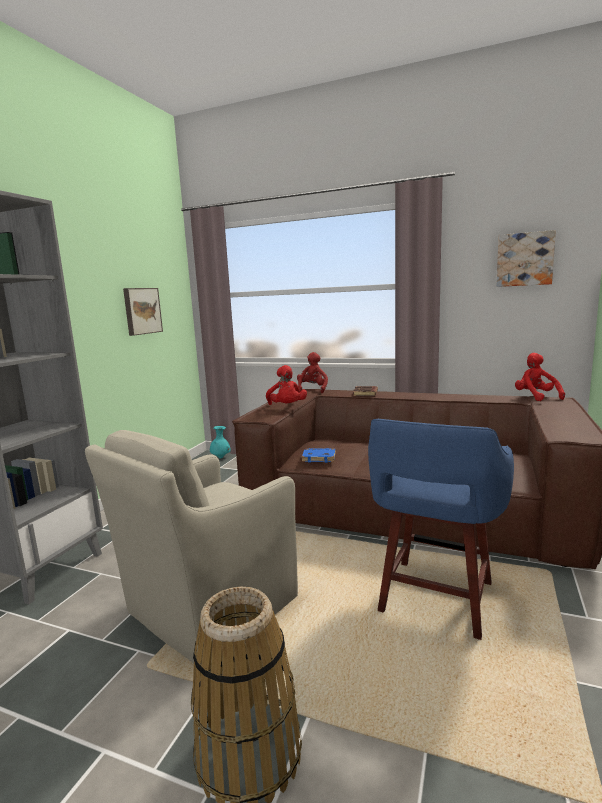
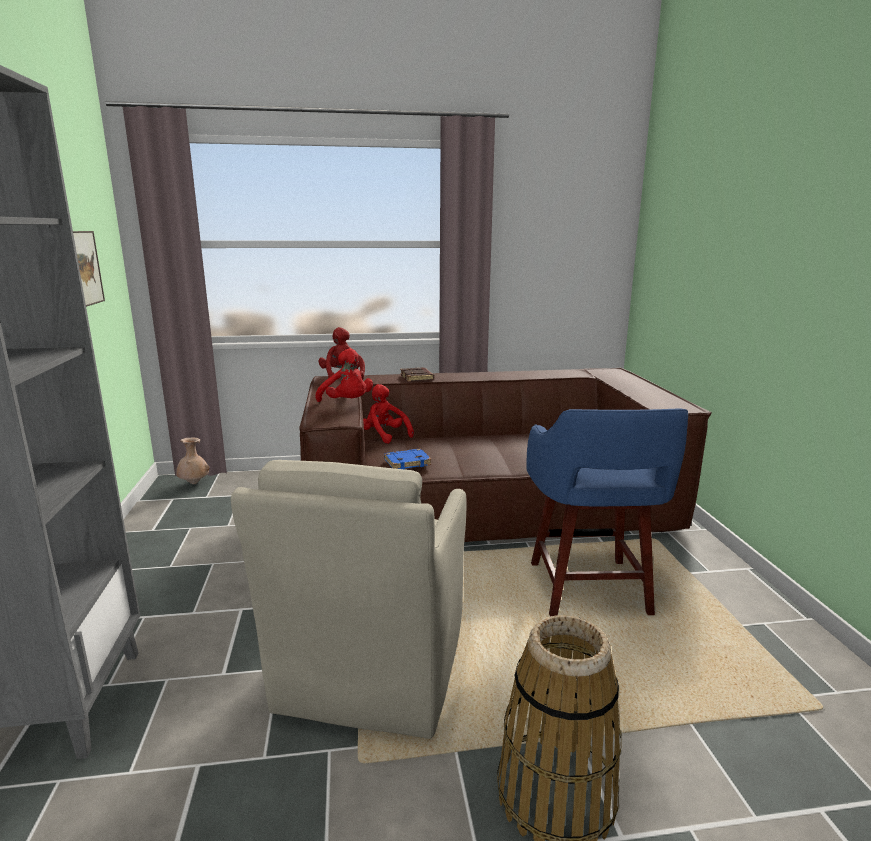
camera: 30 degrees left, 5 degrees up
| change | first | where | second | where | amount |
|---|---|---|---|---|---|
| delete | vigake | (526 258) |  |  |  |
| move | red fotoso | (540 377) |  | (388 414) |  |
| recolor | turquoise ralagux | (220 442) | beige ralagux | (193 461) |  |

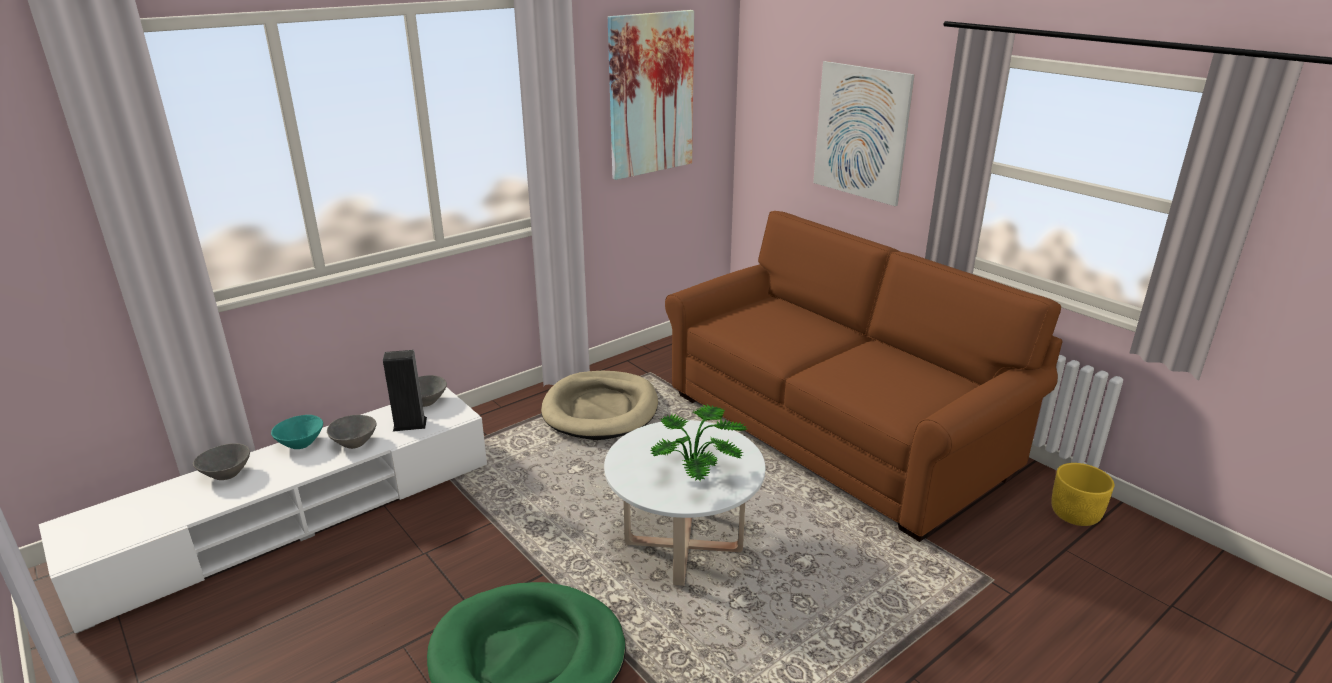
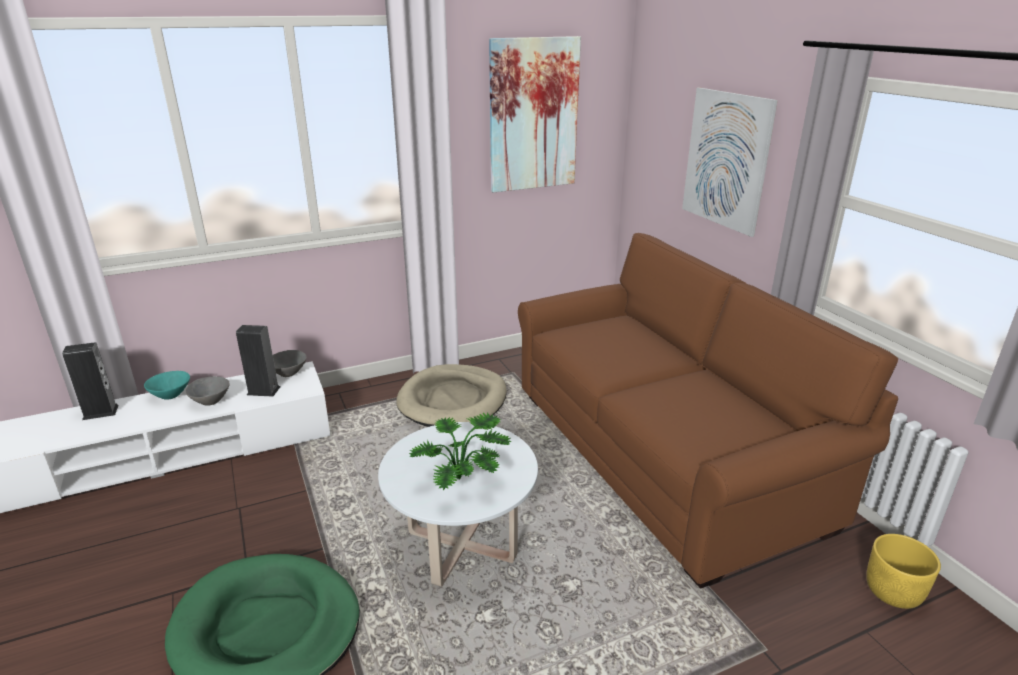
camera: 15 degrees right, 0 degrees up
| change | first | where | second | where | amount |
|---|---|---|---|---|---|
| replace | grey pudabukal | (221 461) | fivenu | (90 381) |  |

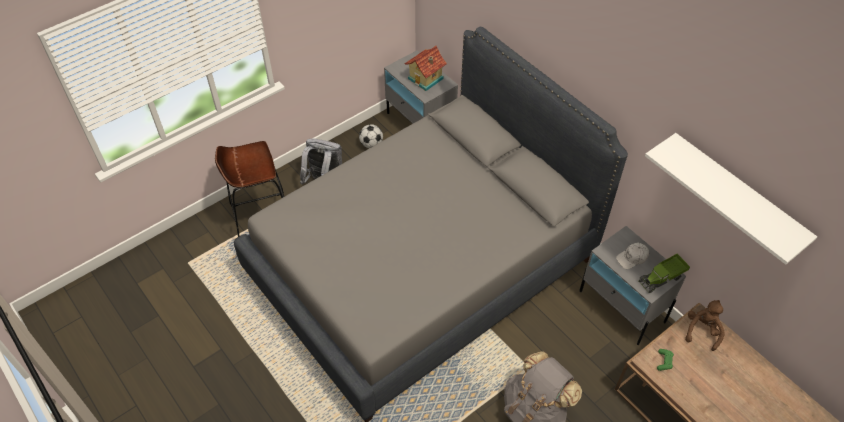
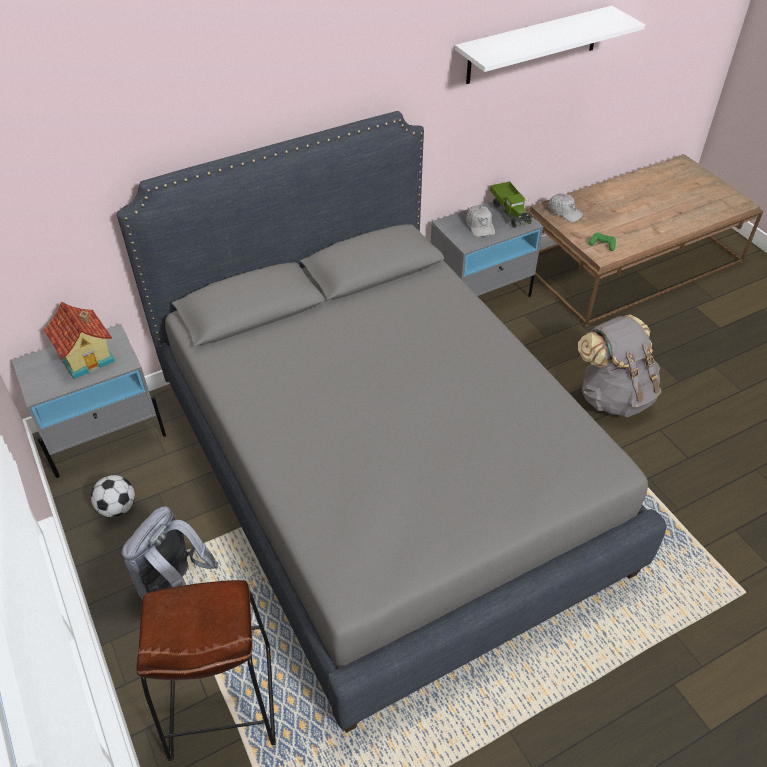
camera: 80 degrees left, 5 degrees down
| change | first | where | second | where | amount |
|---|---|---|---|---|---|
| replace | brown fotoso | (705 325) | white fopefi | (566 208) |  |

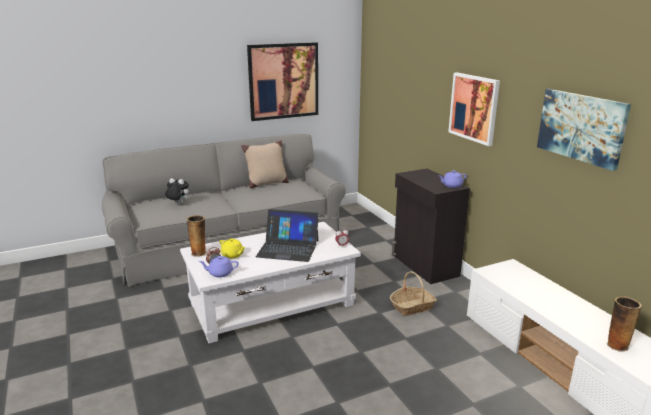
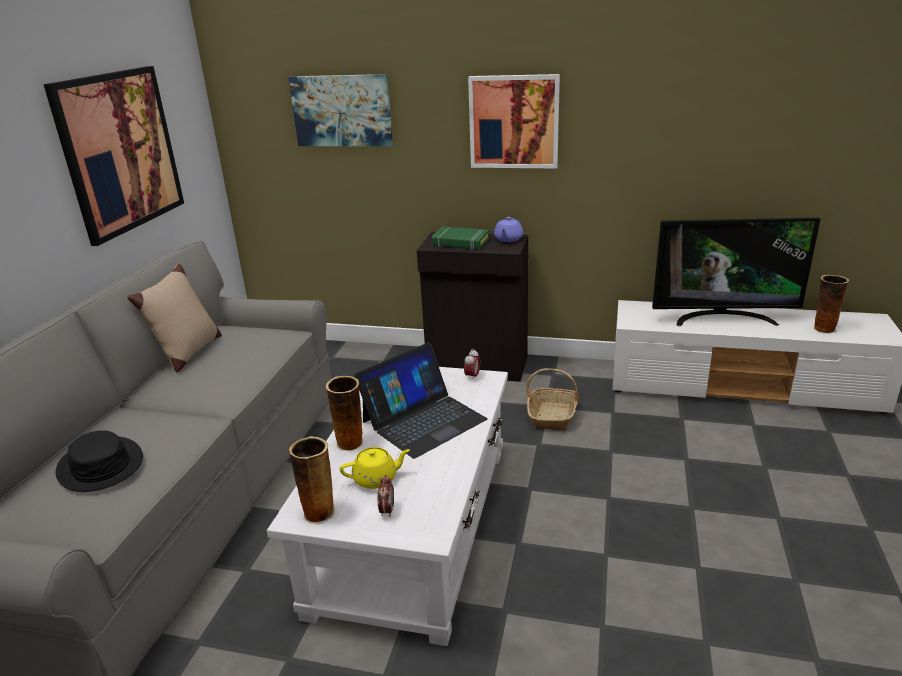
camera: 50 degrees left, 5 degrees up
| change | first | where | second | where | amount |
|---|---|---|---|---|---|
| delete | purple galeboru | (219 266) |  |  |  |
| insert |  |  | ralagux | (344 413) |  |
| insert |  |  | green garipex | (461 238) |  |
| insert |  |  | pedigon | (736 271) |  |
| move | vigake | (584 130) |  | (340 110) |  |
| replace | fotoso | (177 191) | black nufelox | (99 461) |  |

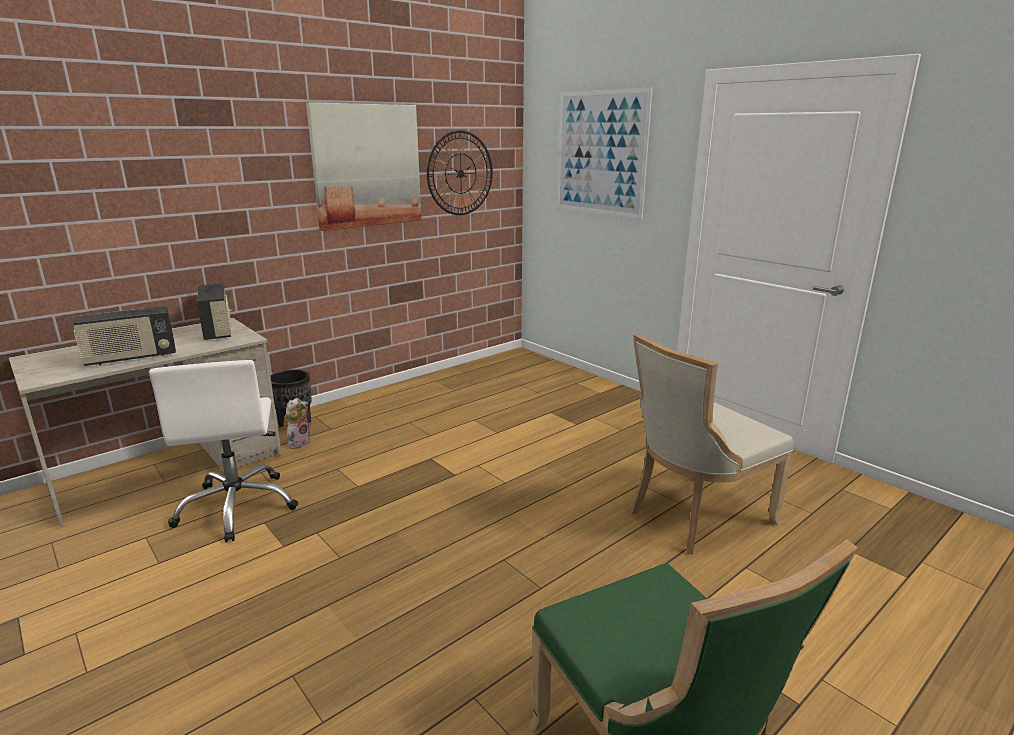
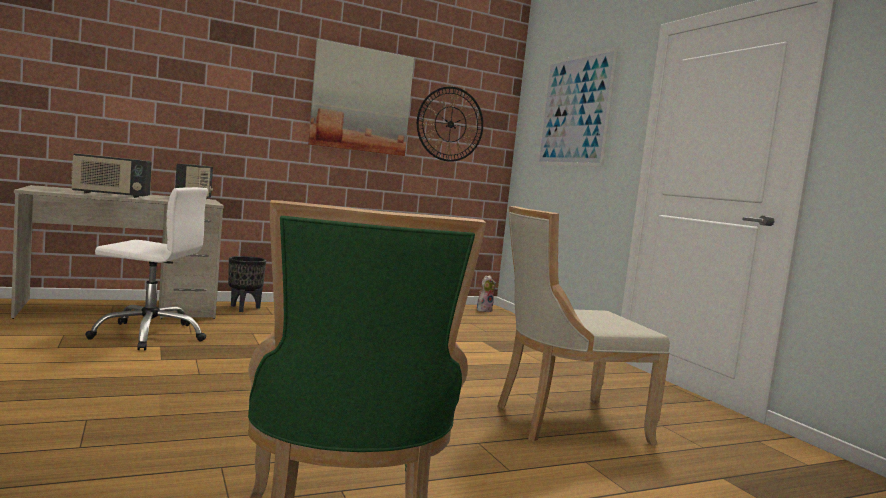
camera: 15 degrees right, 15 degrees down
| change | first | where | second | where | amount |
|---|---|---|---|---|---|
| move | fotoso | (298 423) |  | (486 293) |  |
| rotate | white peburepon | (223 451) |  | (146 268) | 90 degrees counterclockwise |

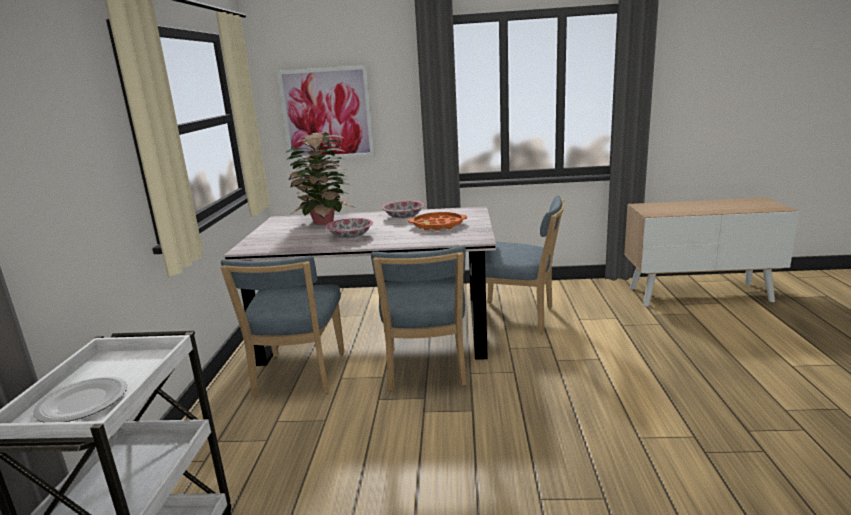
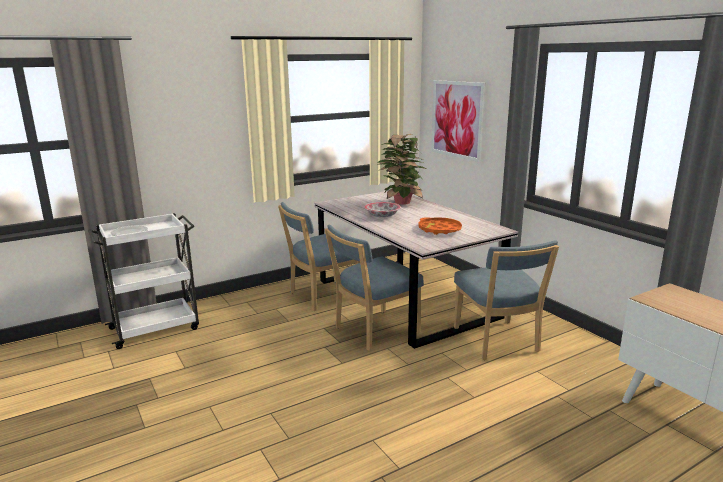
camera: 55 degrees right, 0 degrees up
| change | first | where | second | where | amount |
|---|---|---|---|---|---|
| delete | pudabukal | (403 209) |  |  |  |

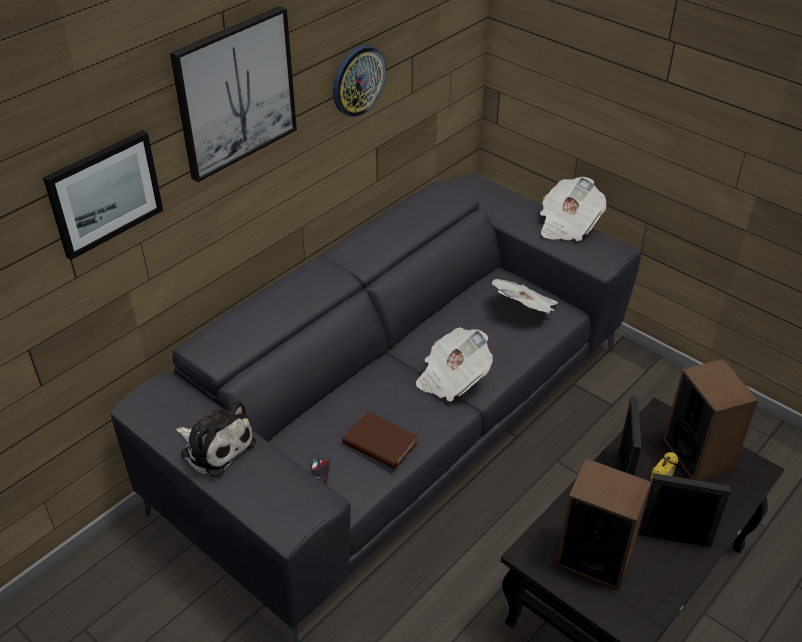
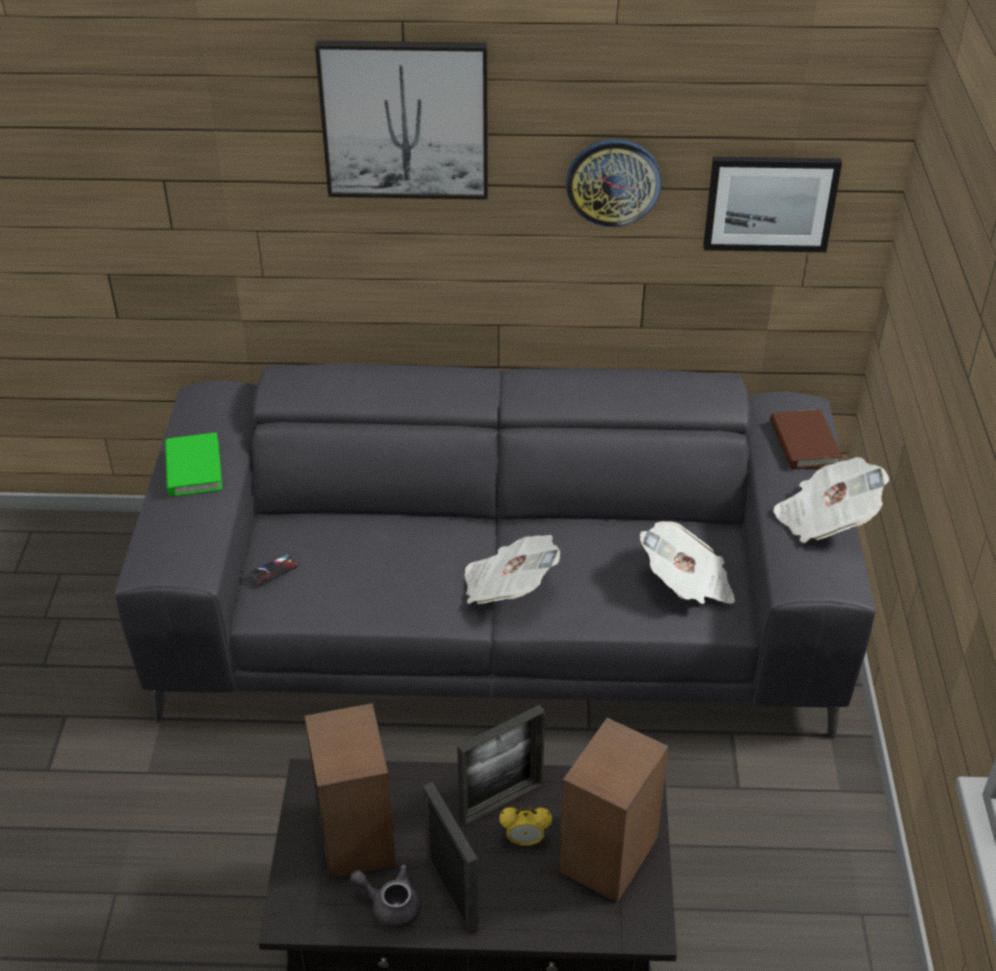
camera: 50 degrees right, 0 degrees up
| change | first | where | second | where | amount |
|---|---|---|---|---|---|
| insert |  |  | grey galeboru | (385 896) |  |
| move | vigake | (103 195) |  | (772 204) |  |
| move | brown garipex | (380 440) |  | (806 439) |  |
| replace | fotoso | (216 439) | green garipex | (193 464) |  |

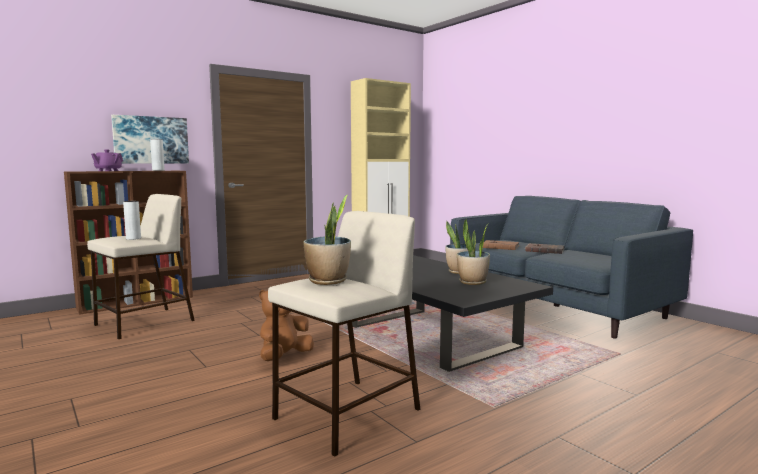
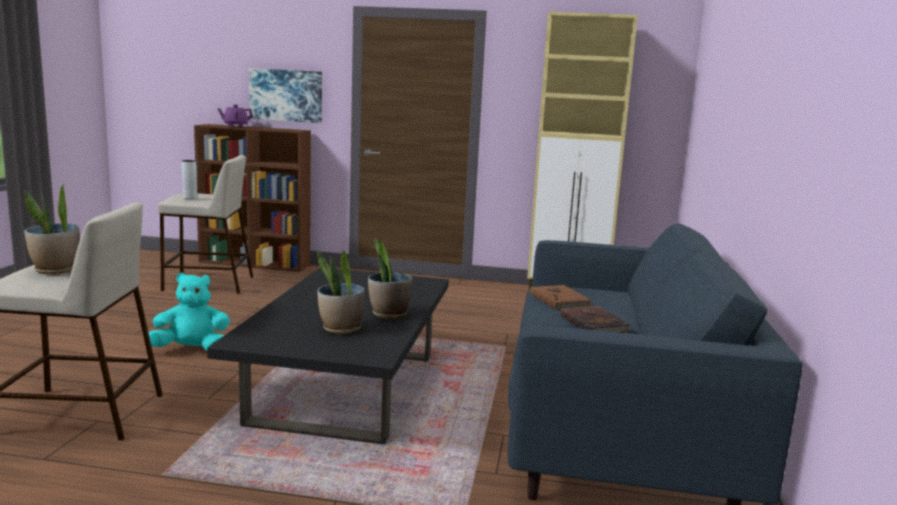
camera: 45 degrees right, 5 degrees up
| change | first | where | second | where | amount |
|---|---|---|---|---|---|
| delete | grey ralagux | (157 155) |  |  |  |
| recolor | brown fotoso | (286 325) | turquoise fotoso | (189 311) |  |

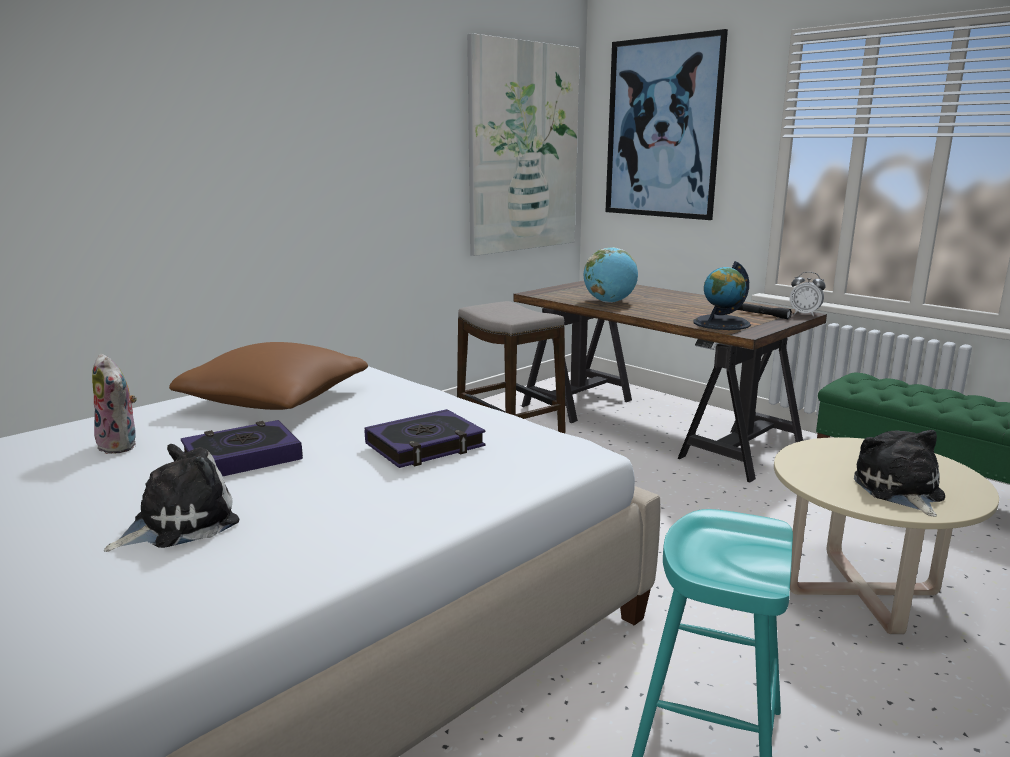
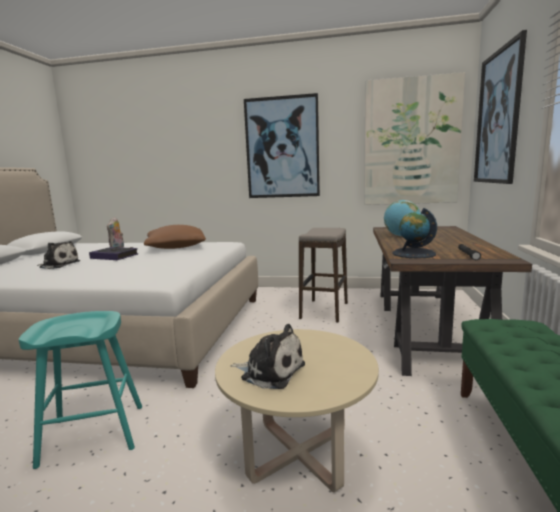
camera: 55 degrees right, 5 degrees down
| change | first | where | second | where | amount |
|---|---|---|---|---|---|
| delete | garipex | (425 438) |  |  |  |
| delete | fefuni | (808 294) |  |  |  |
| insert |  |  | vigake | (282 145) |  |
| rotate | fotoso | (899 473) |  | (267 356) | 60 degrees clockwise |

